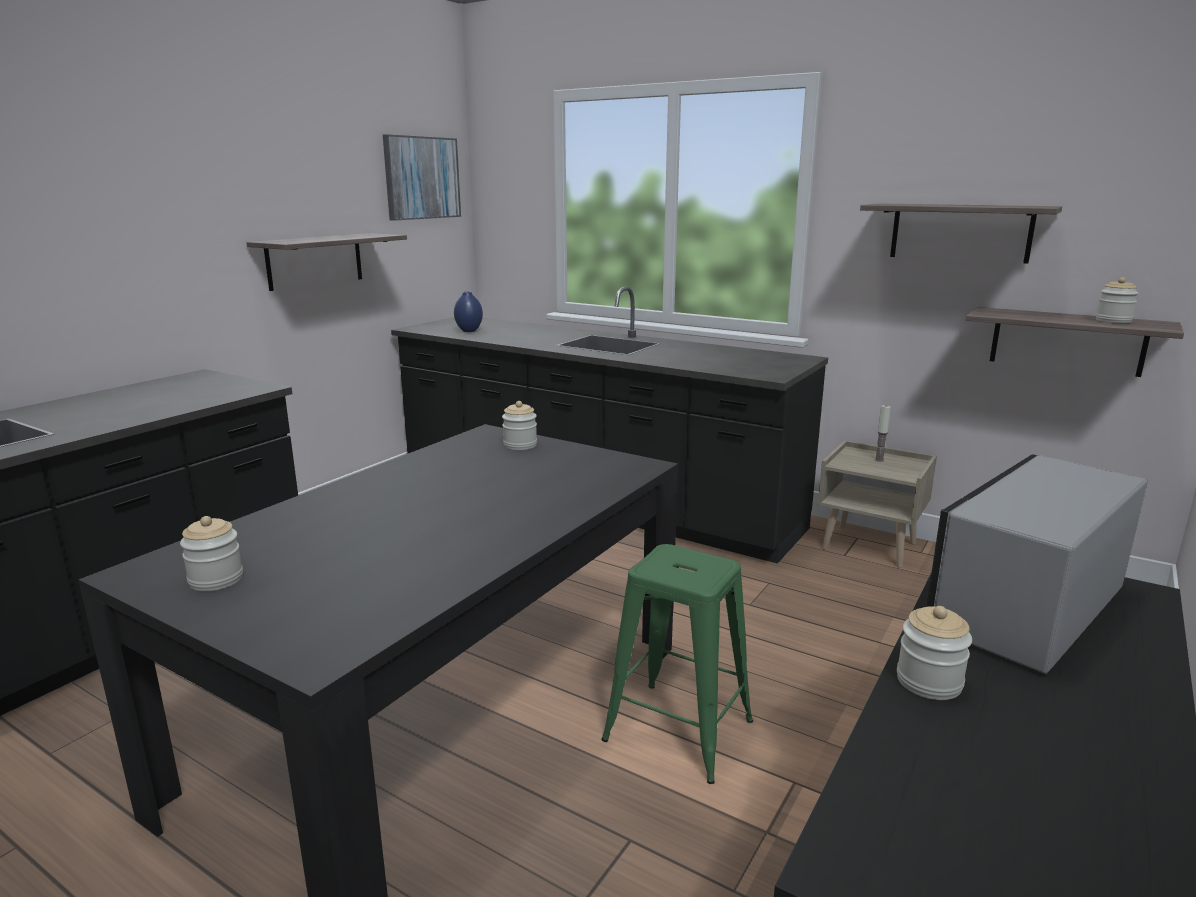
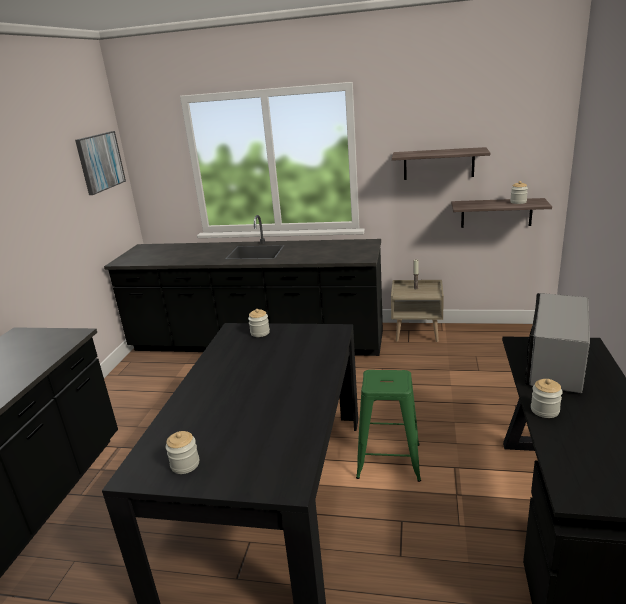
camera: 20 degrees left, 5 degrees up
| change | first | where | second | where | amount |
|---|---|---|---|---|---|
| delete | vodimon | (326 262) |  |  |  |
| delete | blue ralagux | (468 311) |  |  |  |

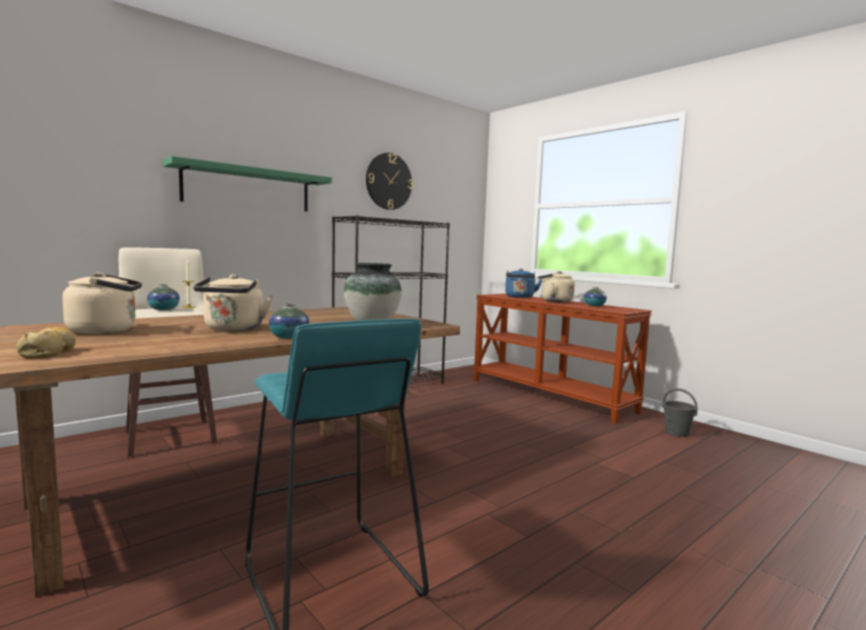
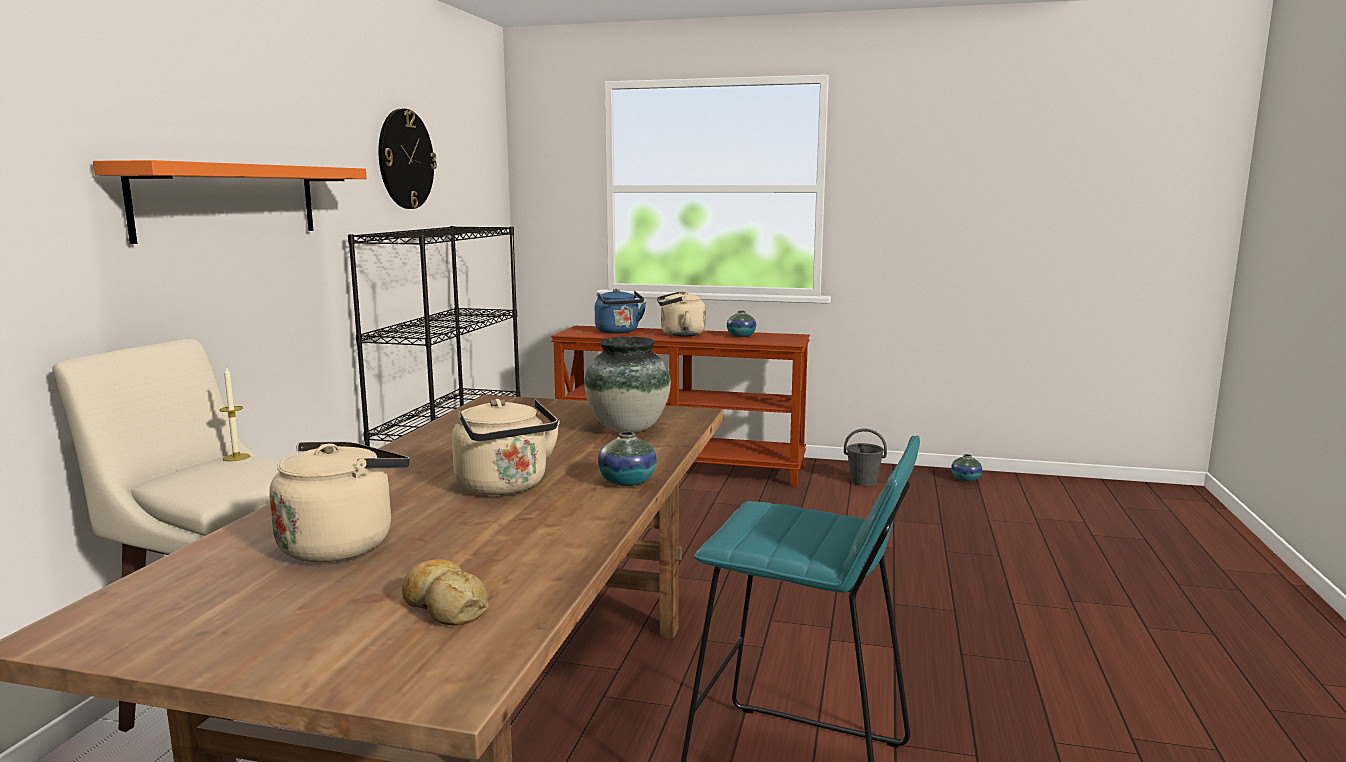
camera: 35 degrees left, 5 degrees up
| change | first | where | second | where | amount |
|---|---|---|---|---|---|
| move | ralagux | (163 297) |  | (966 468) |  |
| recolor | green vodimon | (247 184) | orange vodimon | (230 202) |  |

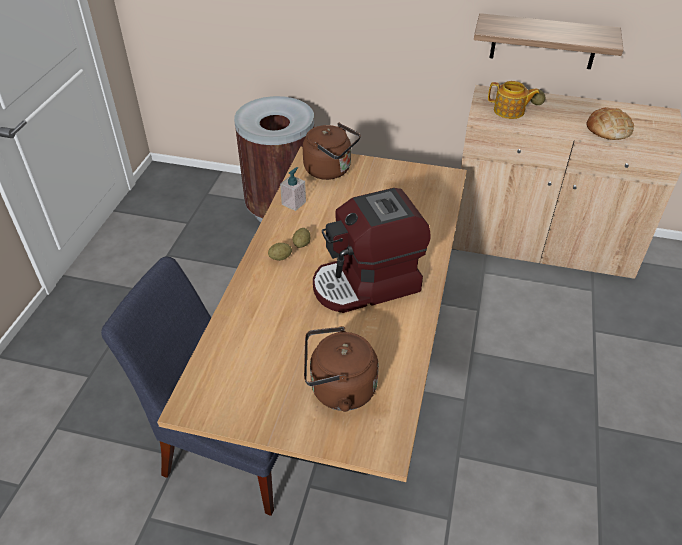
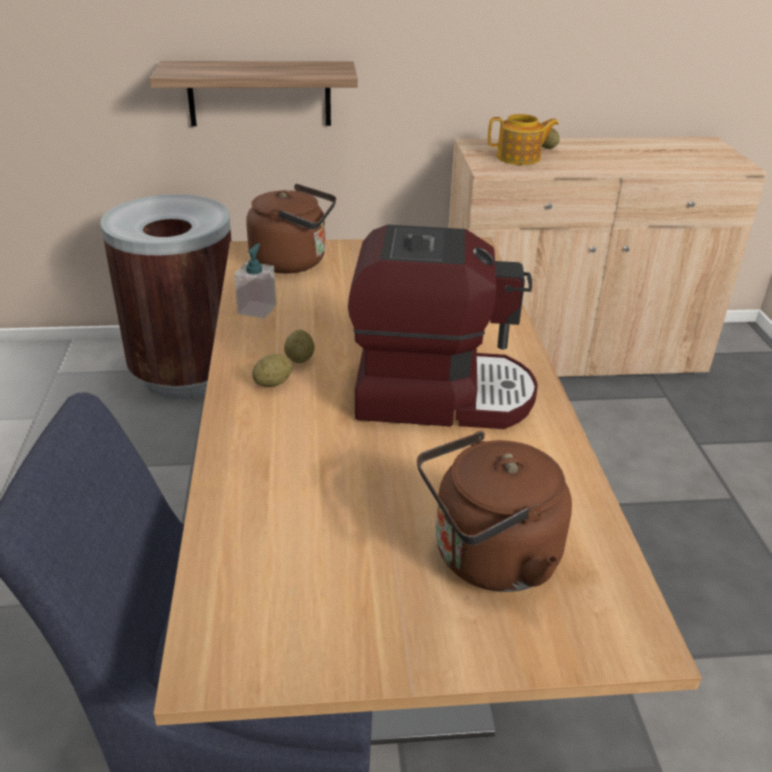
camera: 20 degrees left, 10 degrees down
| change | first | where | second | where | amount |
|---|---|---|---|---|---|
| delete | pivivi | (610 123) |  |  |  |
| move | vodimon | (548 41) |  | (254 93) |  |
| rotate | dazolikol | (372 250) |  | (443 327) | 135 degrees counterclockwise |

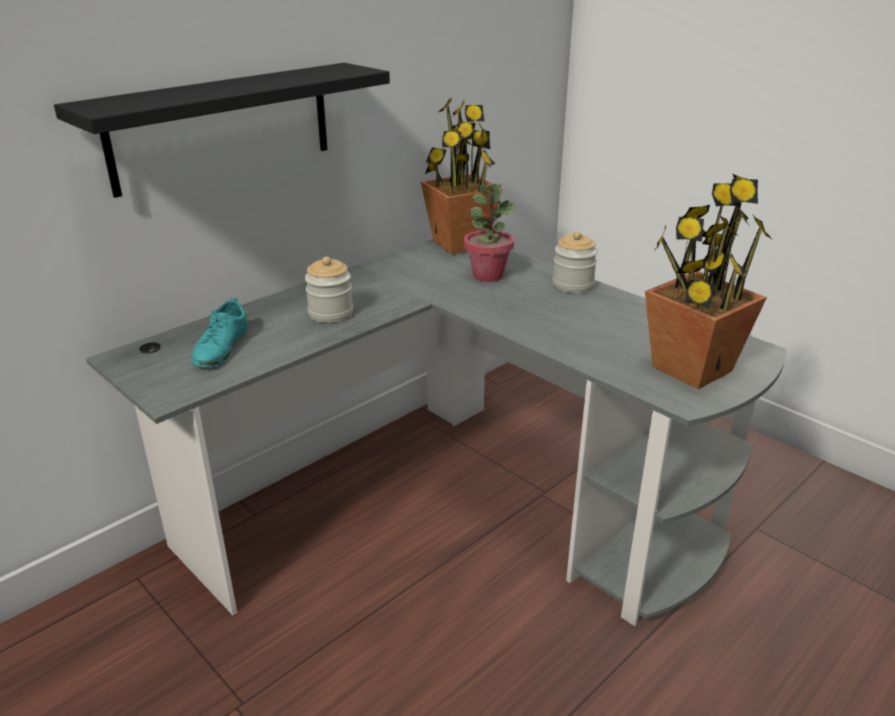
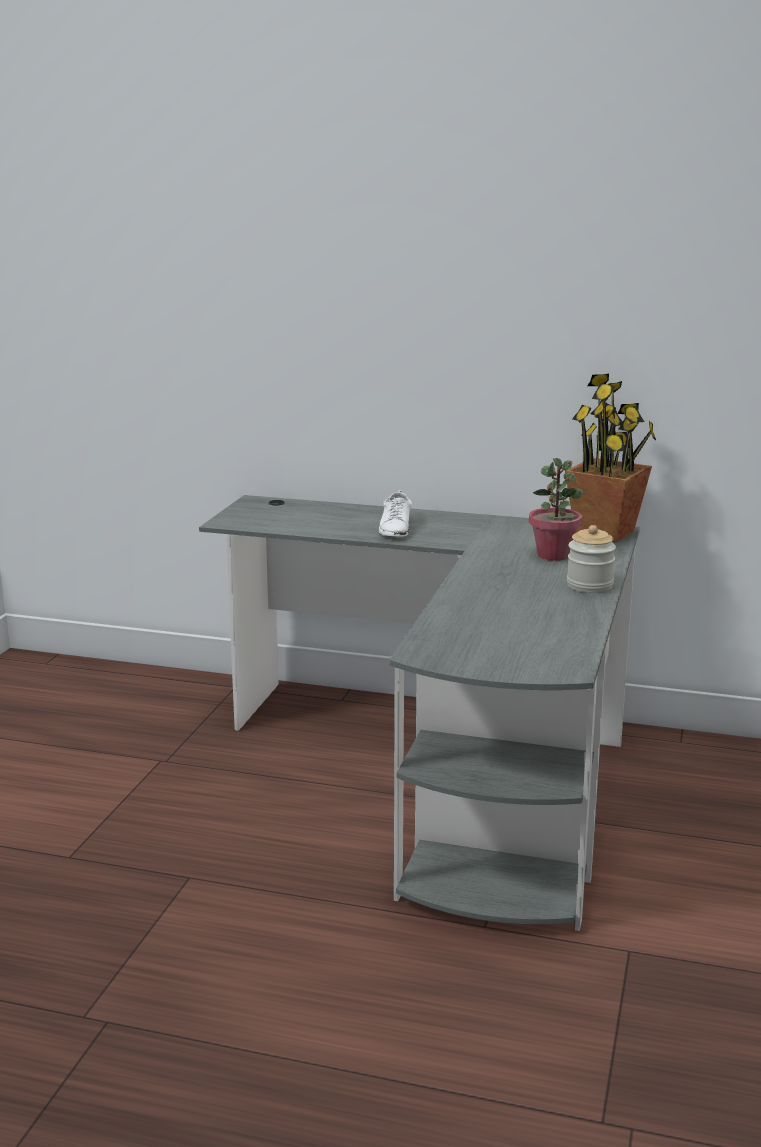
camera: 60 degrees right, 10 degrees down
| change | first | where | second | where | amount |
|---|---|---|---|---|---|
| delete | black vodimon | (222 130) |  |  |  |
| delete | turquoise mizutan | (220 333) |  |  |  |
| delete | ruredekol | (708 281) |  |  |  |
| replace | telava | (329 290) | white mizutan | (395 513) |  |

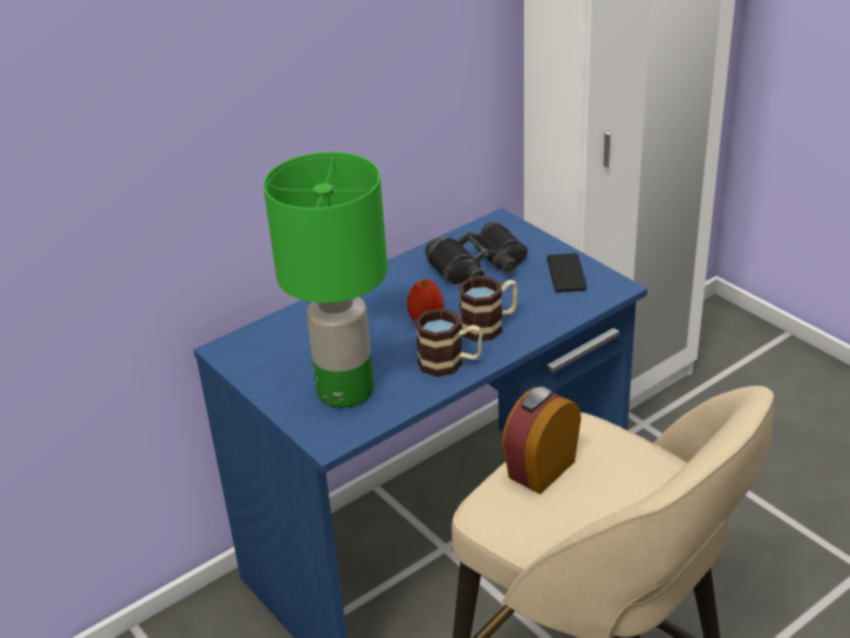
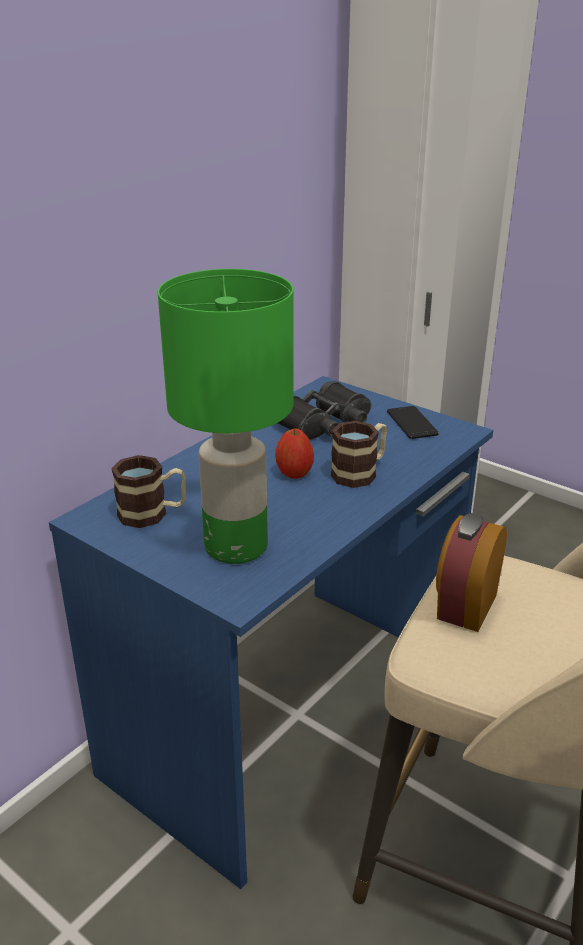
camera: 15 degrees left, 5 degrees down
| change | first | where | second | where | amount |
|---|---|---|---|---|---|
| move | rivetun | (449 342) |  | (148 491) |  |

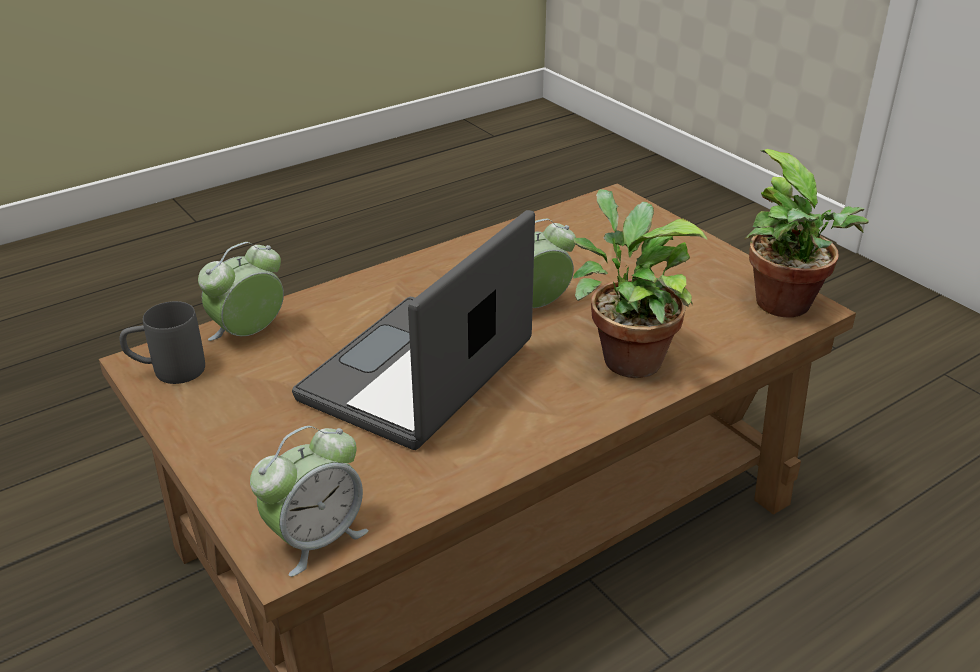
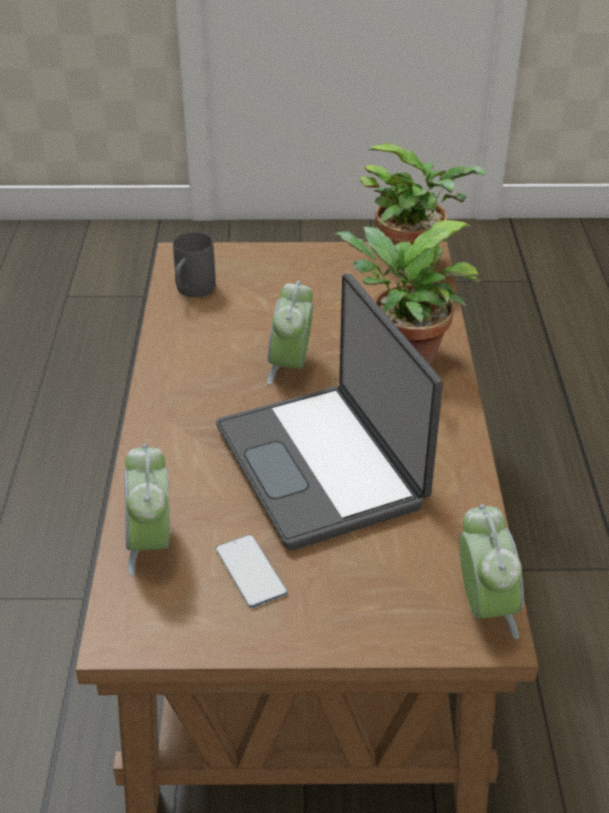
camera: 55 degrees left, 5 degrees up
| change | first | where | second | where | amount |
|---|---|---|---|---|---|
| insert |  |  | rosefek | (252 571) |  |
| move | grey rivetun | (162 342) |  | (194 264) |  |

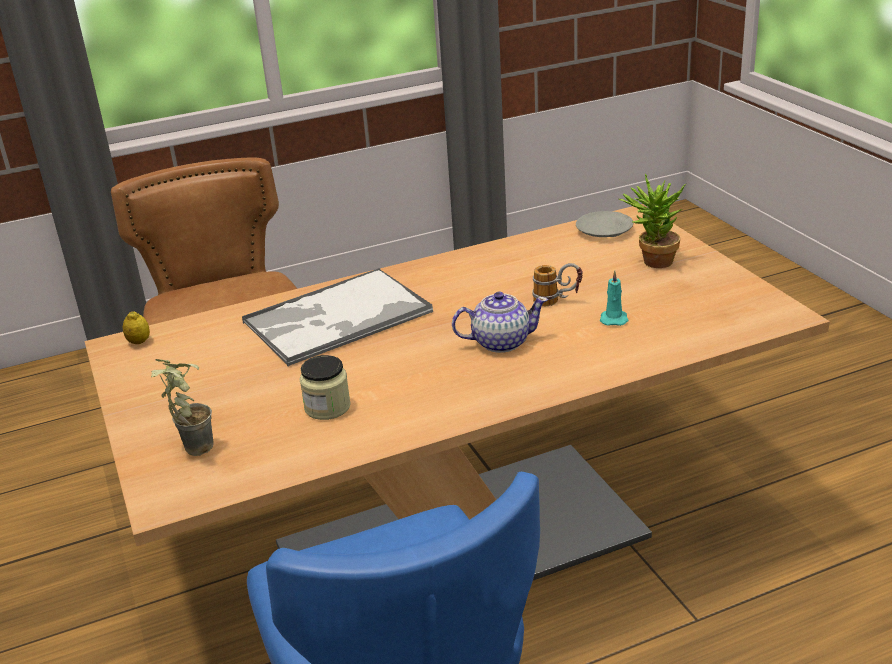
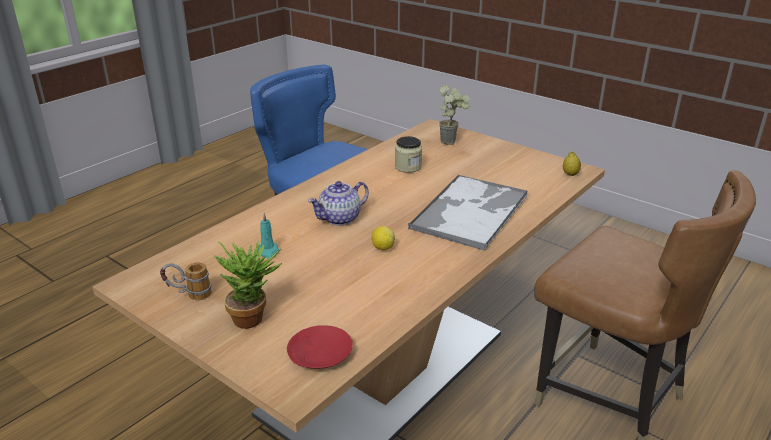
camera: 150 degrees right, 0 degrees up
| change | first | where | second | where | amount |
|---|---|---|---|---|---|
| insert |  |  | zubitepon | (383 238) |  |
| move | rivetun | (557 284) |  | (185 281) |  |
| recolor | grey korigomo | (604 224) | red korigomo | (320 347) |  |

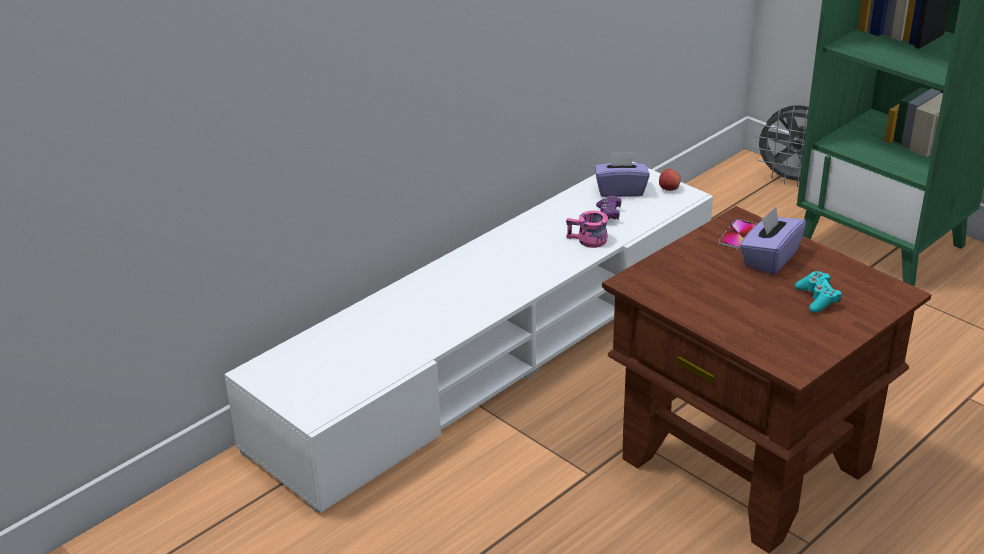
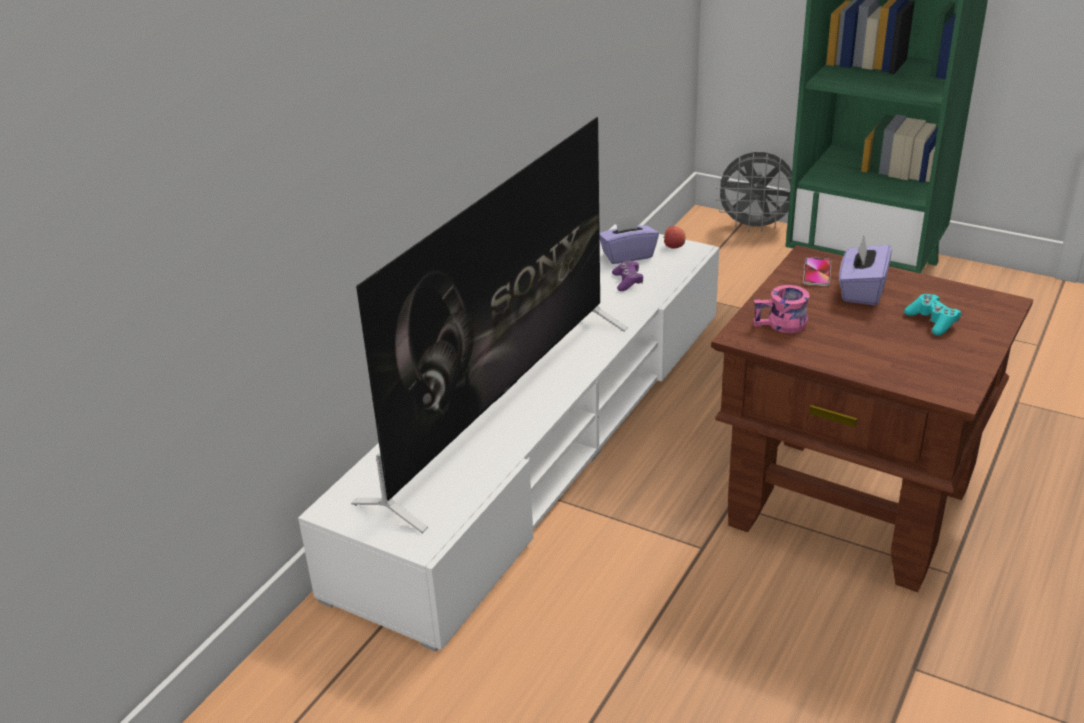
camera: 15 degrees left, 0 degrees up
| change | first | where | second | where | amount |
|---|---|---|---|---|---|
| insert |  |  | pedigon | (489 325) |  |
| move | pink rivetun | (587 229) |  | (781 309) |  |

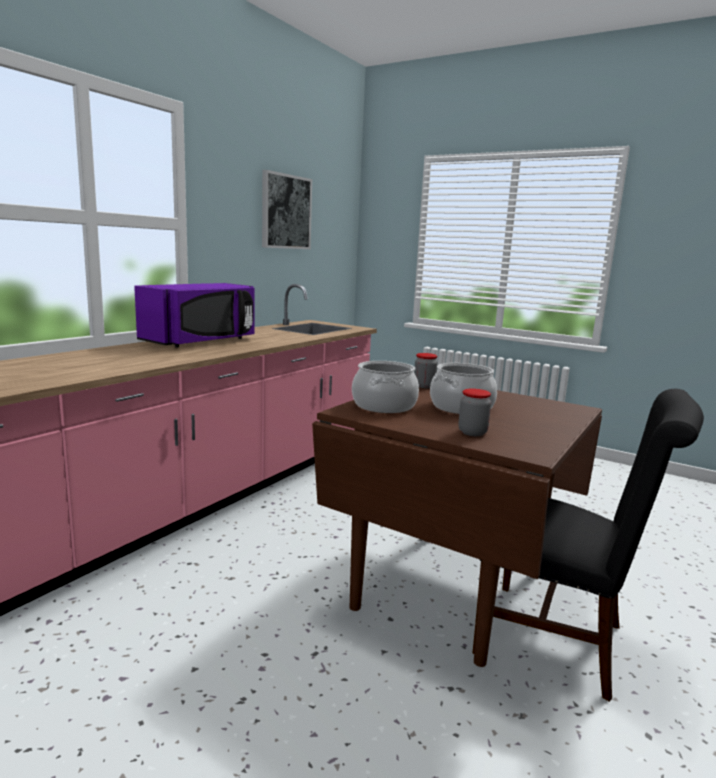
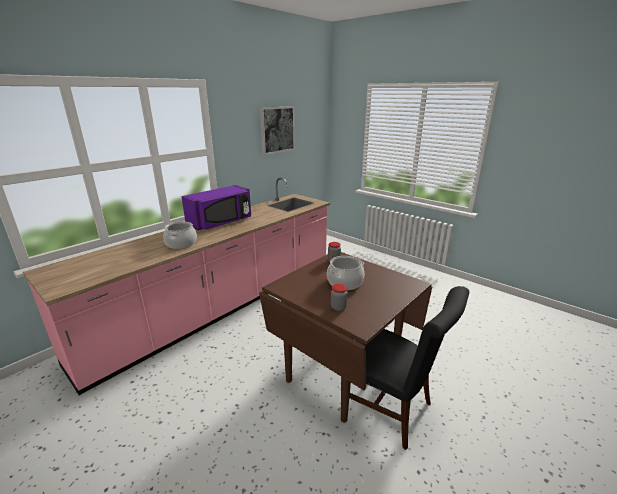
camera: 10 degrees right, 10 degrees up
| change | first | where | second | where | amount |
|---|---|---|---|---|---|
| move | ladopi | (385 387) |  | (180 235) |  |

